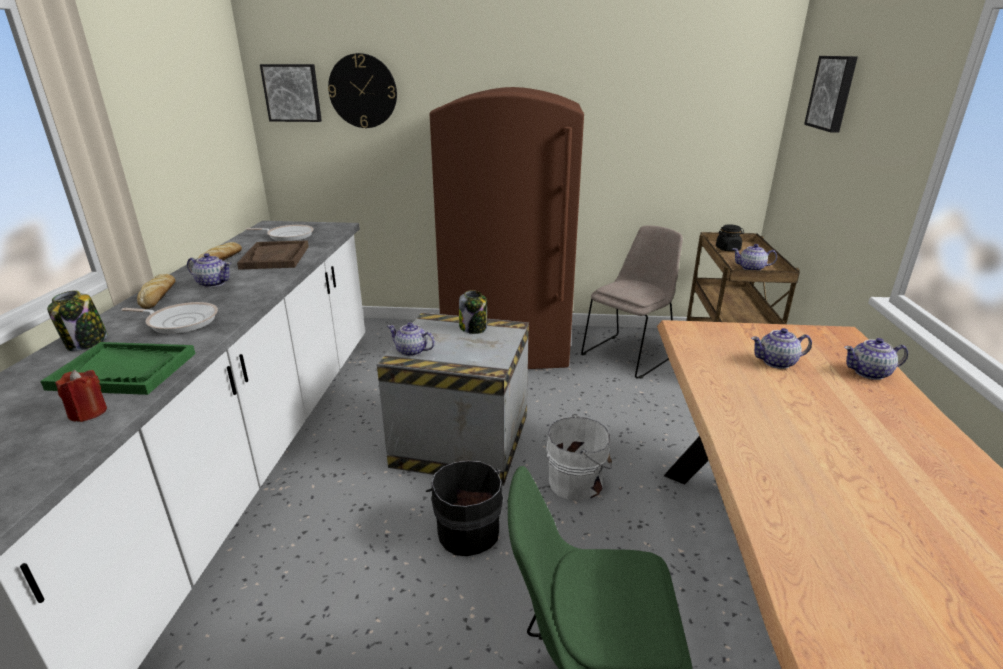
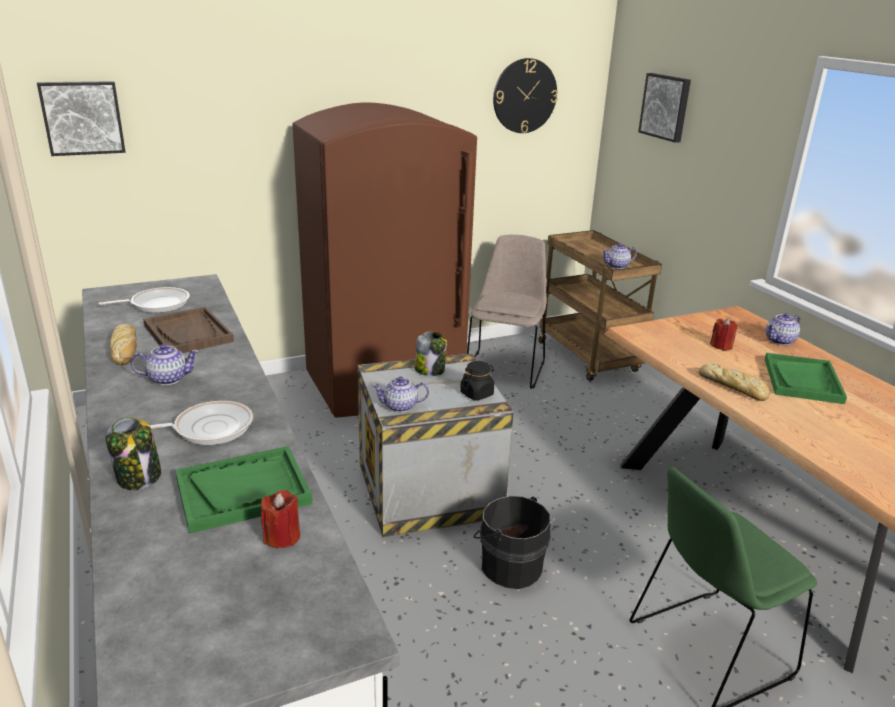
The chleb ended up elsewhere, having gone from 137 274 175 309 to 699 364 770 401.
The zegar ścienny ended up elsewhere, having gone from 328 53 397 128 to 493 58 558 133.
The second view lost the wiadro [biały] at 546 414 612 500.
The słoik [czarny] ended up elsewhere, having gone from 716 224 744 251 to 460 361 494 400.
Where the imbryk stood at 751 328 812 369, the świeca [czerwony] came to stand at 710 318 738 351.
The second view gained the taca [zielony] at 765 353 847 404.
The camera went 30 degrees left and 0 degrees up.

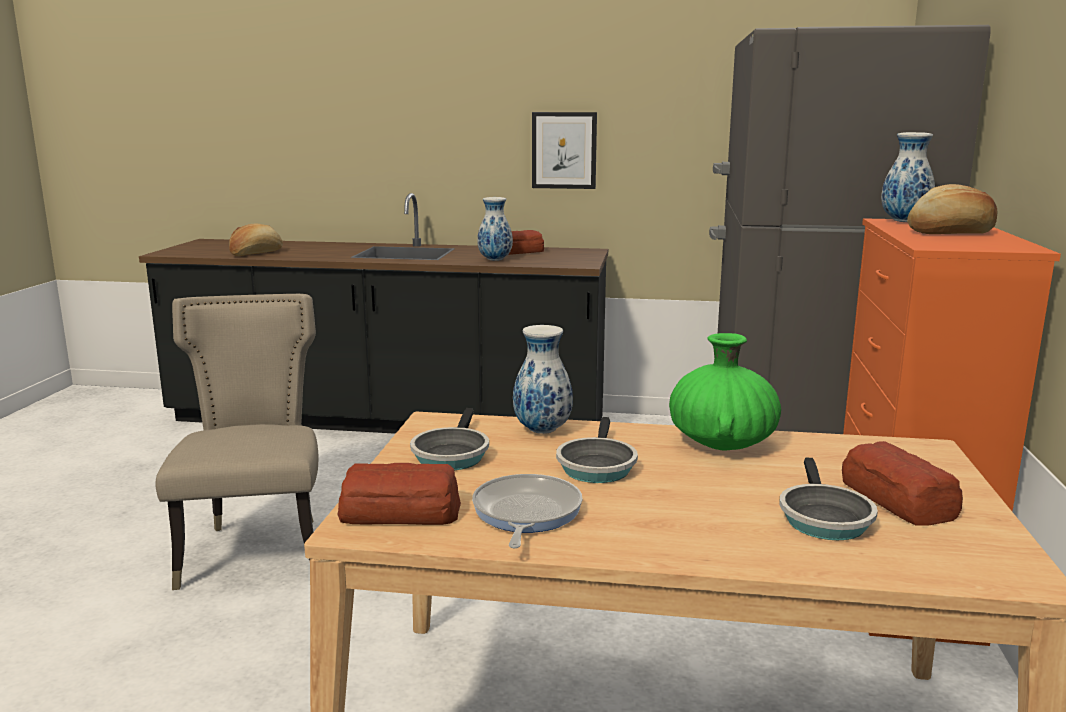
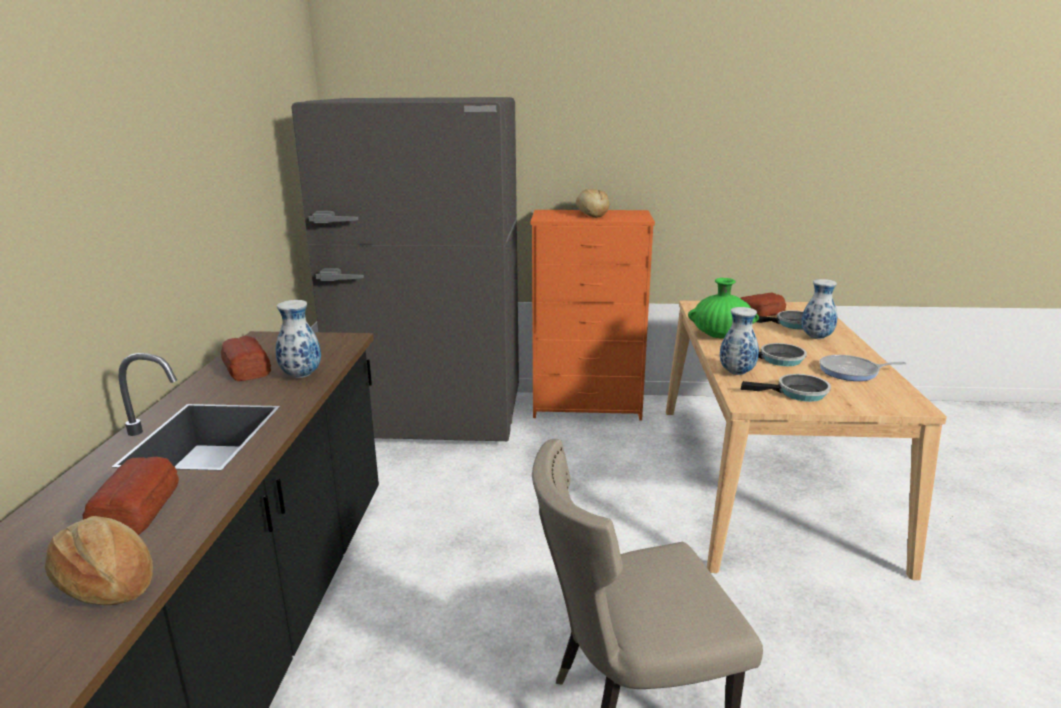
The chleb ended up elsewhere, having gone from 338 463 461 525 to 82 457 179 535.
The second view lost the obraz at 532 112 597 189.
The wazon ended up elsewhere, having gone from 881 132 935 222 to 801 279 837 339.
The camera went 95 degrees left and 5 degrees up.

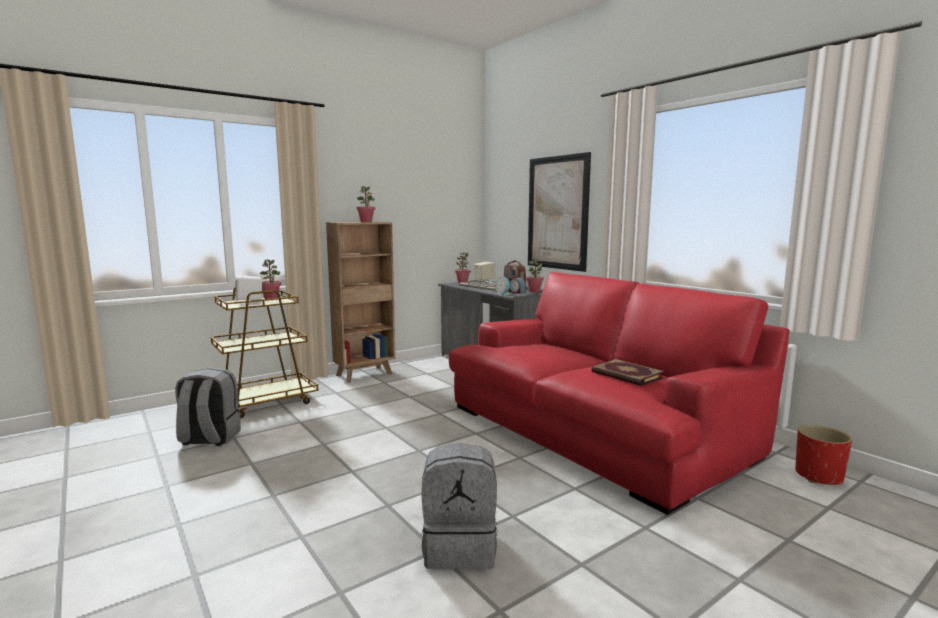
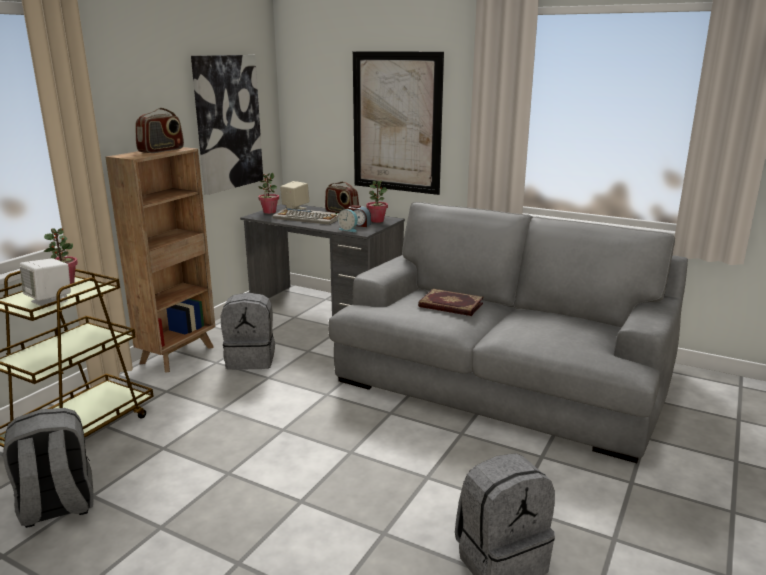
Where the roślina doniczkowa stood at 356 186 375 222, the radio came to stand at 135 108 184 153.
What was the kanapa [czerwony] at 449 272 790 515 turned into the kanapa [szary] at 328 202 688 463.
The książka ended up elsewhere, having gone from 592 359 664 386 to 418 289 484 316.
The second view lost the donica [czerwony] at 795 425 852 485.
The second view gained the obraz at 191 55 263 195.
The second view gained the plecak [szary] at 221 293 275 370.
The camera went 25 degrees left and 10 degrees up.

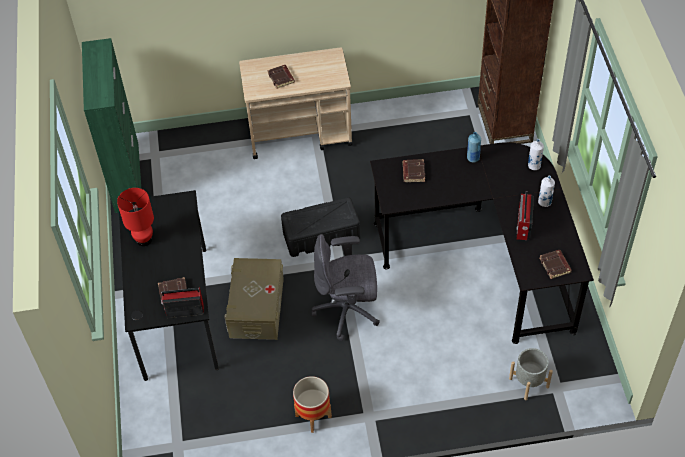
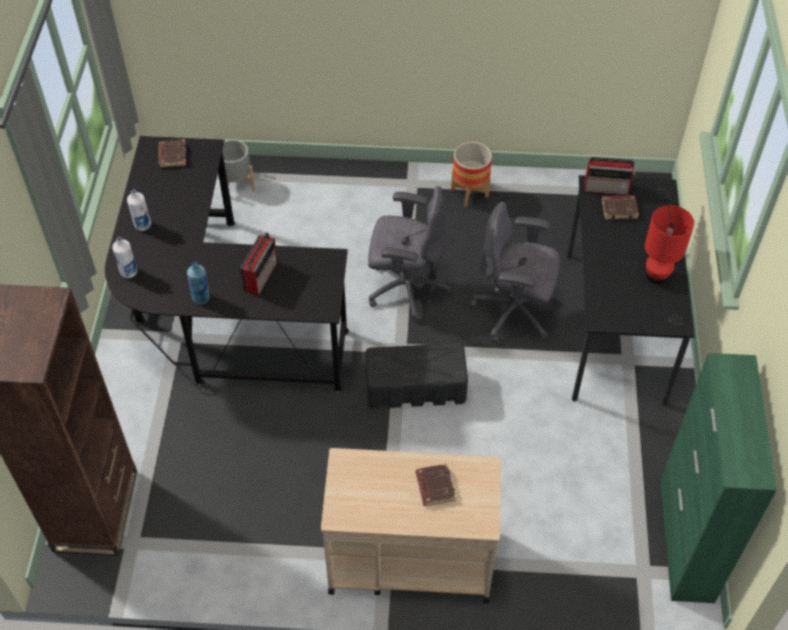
Where the pojemnik do przechowywania [beżowy] stood at 224 258 284 340, the krzesło biurowe [szary] came to stand at 470 202 560 343.
The second view lost the książka [brązowy] at 403 159 425 182.
The radio ended up elsewhere, having gone from 516 191 534 240 to 240 232 278 296.
The camera went 170 degrees left and 0 degrees up.

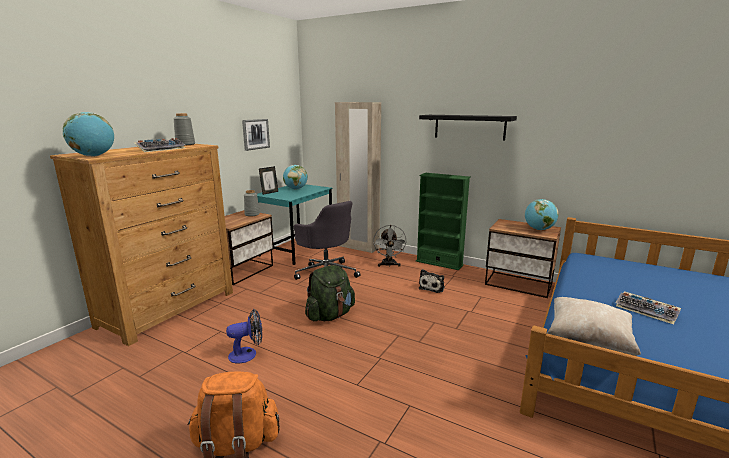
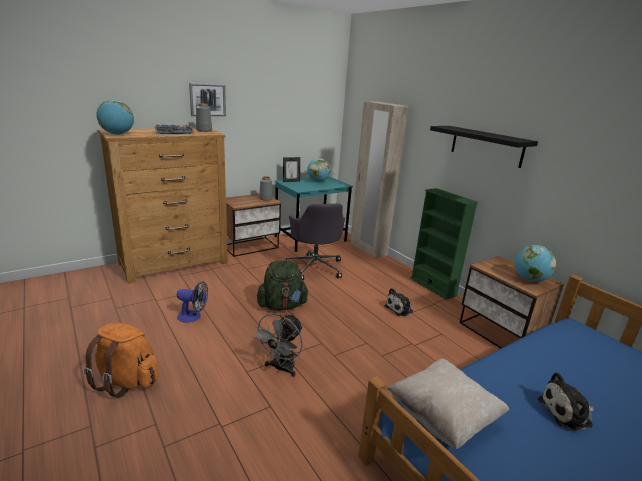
The obraz ended up elsewhere, having gone from 242 119 270 151 to 189 83 226 116.
The wentylator [szary] ended up elsewhere, having gone from 373 225 407 267 to 252 314 303 377.
Where the klawiatura stood at 615 291 681 324, the pluszak came to stand at 538 372 594 431.
The camera went 25 degrees right and 5 degrees up.

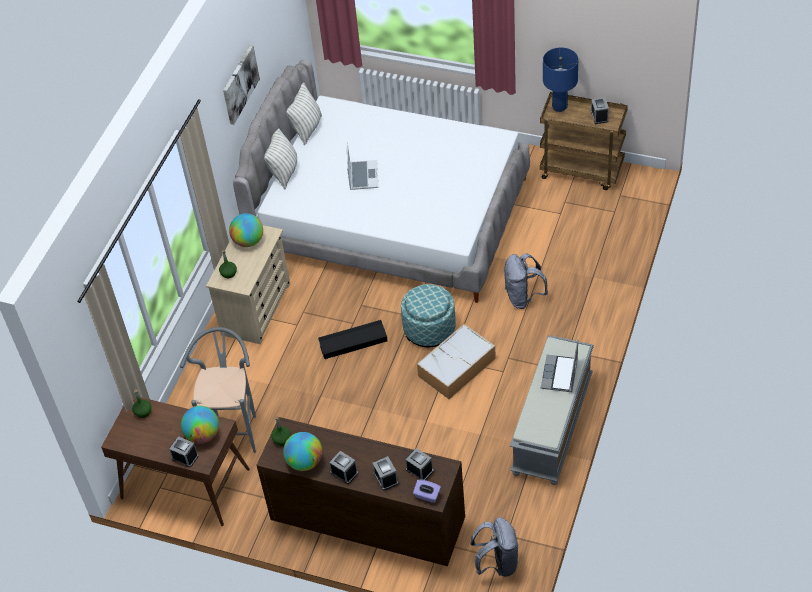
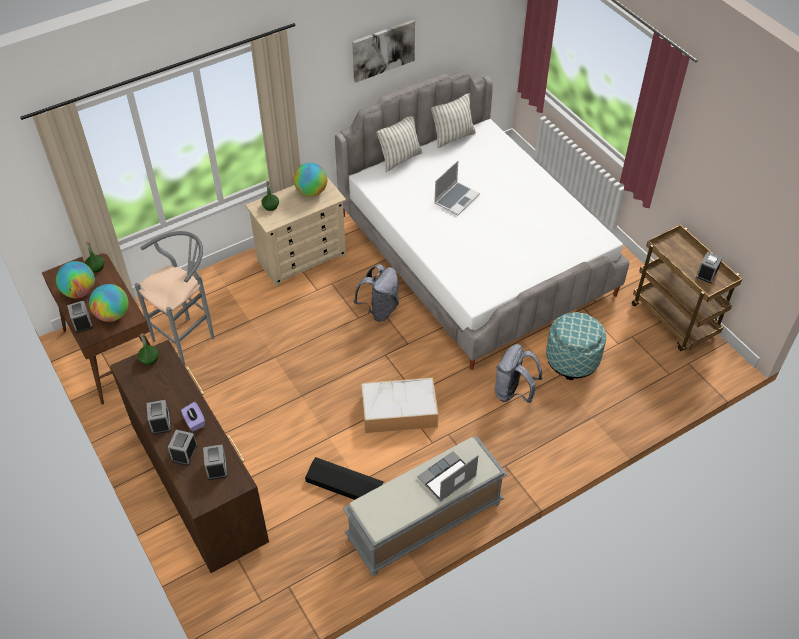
The globus ended up elsewhere, having gone from 283 432 322 471 to 56 261 95 298.
The pojemnik do przechowywania [czarny] ended up elsewhere, having gone from 318 320 388 359 to 305 457 384 500.
The pufa ended up elsewhere, having gone from 401 284 456 347 to 546 312 606 380.
The pudełko chusteczek [fioletowy] ended up elsewhere, having gone from 413 479 441 503 to 181 402 205 431.
The plecak [szary] ended up elsewhere, having gone from 471 517 519 577 to 354 264 399 322.
The second view lost the lampa stołowa [niebieski] at 543 48 578 112.
The camera went 35 degrees right and 0 degrees up.

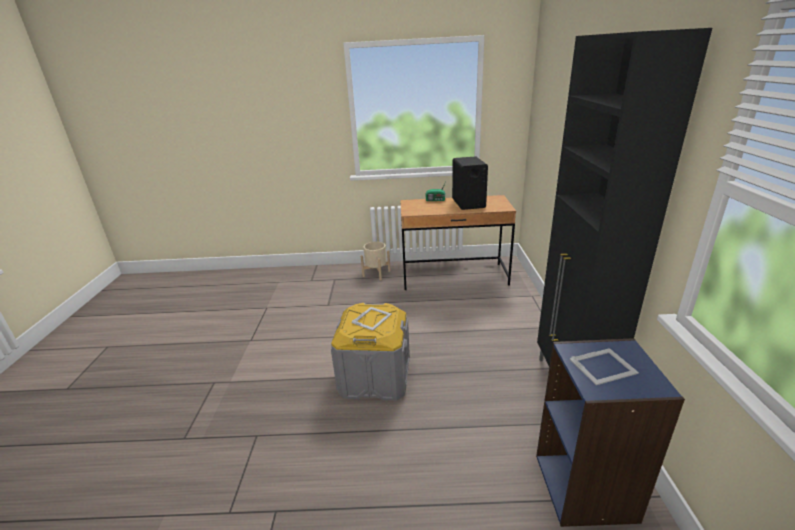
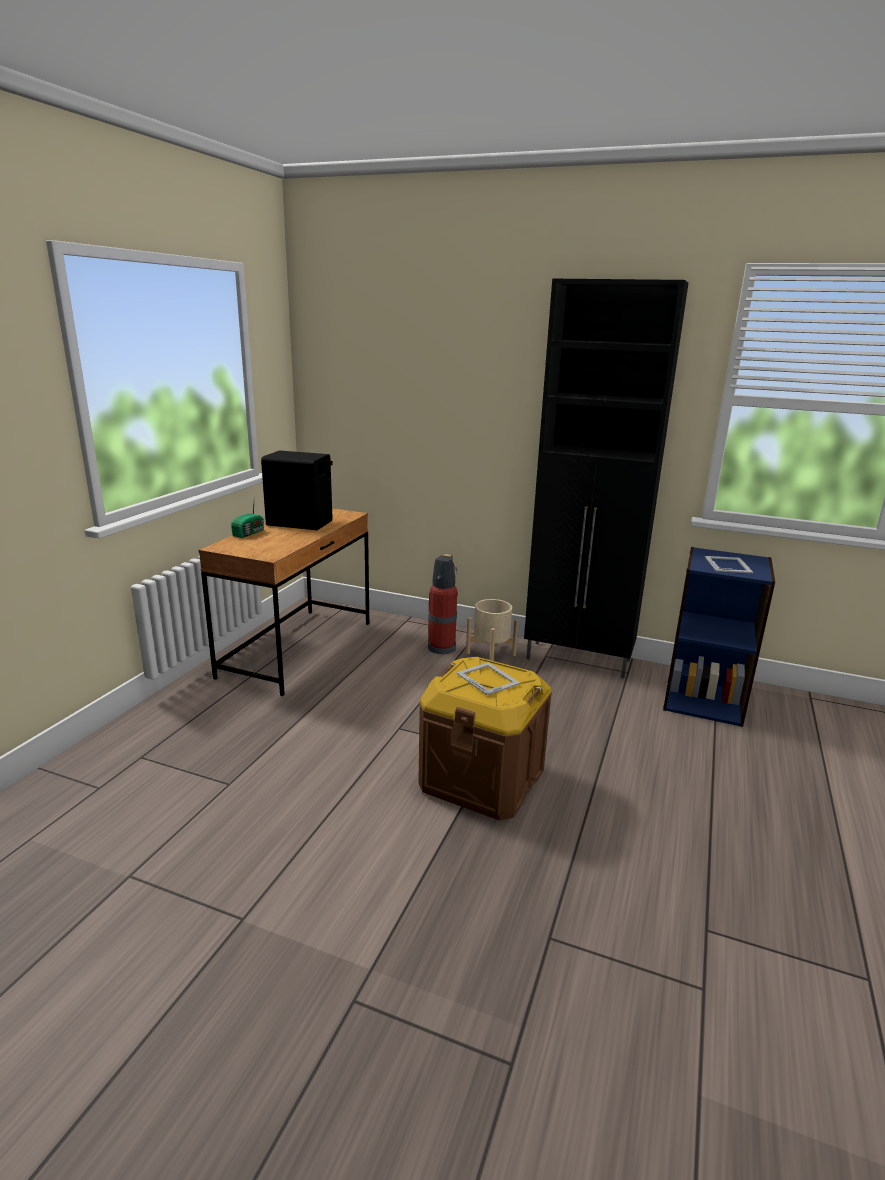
What was the pojemnik do przechowywania [szary] at 331 303 410 401 turned into the pojemnik do przechowywania [brązowy] at 418 657 552 820.
The donica [beżowy] ended up elsewhere, having gone from 361 242 391 280 to 466 599 518 661.
The second view gained the gaśnica at 428 554 458 654.
The camera went 70 degrees left and 5 degrees down.

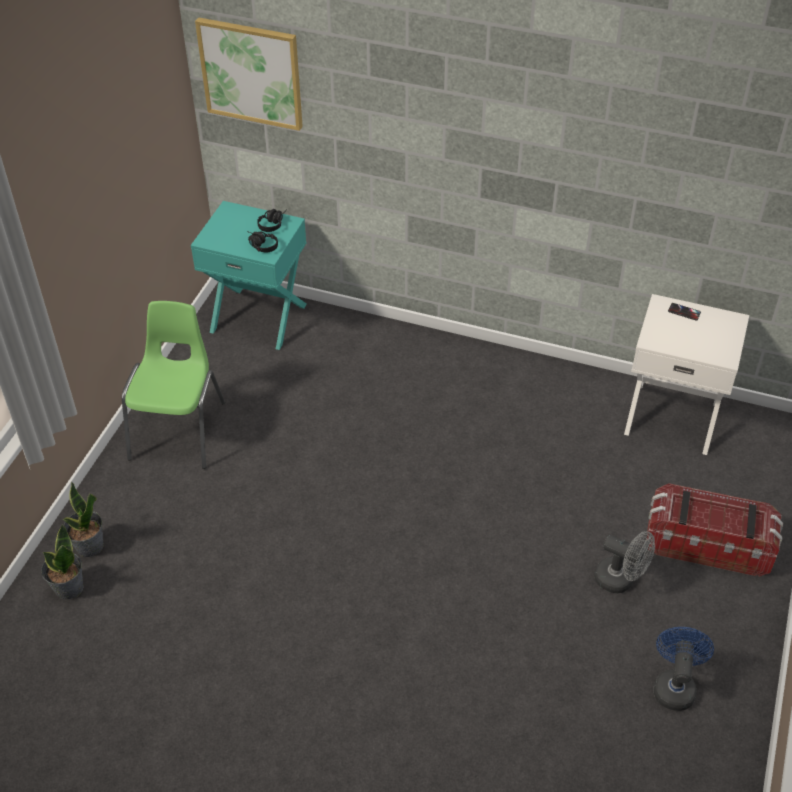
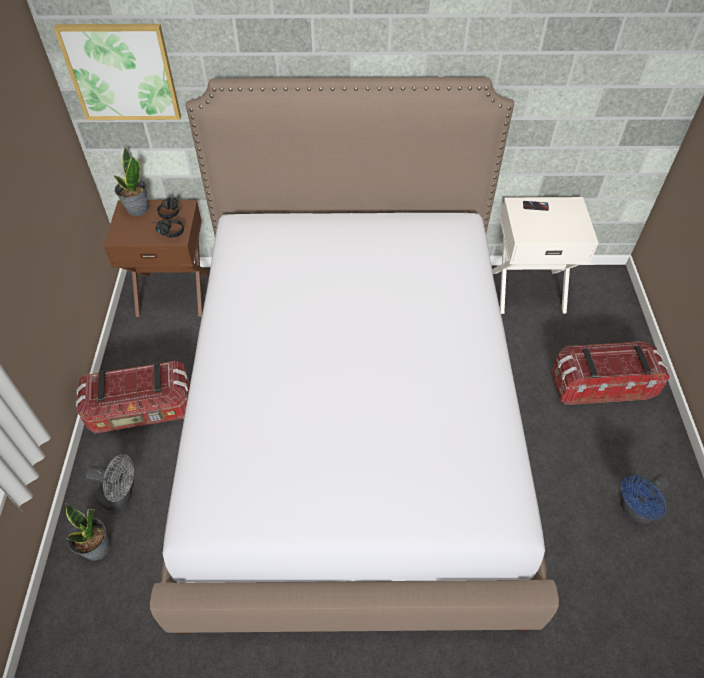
The roślina doniczkowa ended up elsewhere, having gone from 41 524 84 600 to 114 147 149 216.
Where the krzesło [zielony] stood at 122 301 225 469, the pojemnik do przechowywania came to stand at 76 361 190 433.
What was the szafka nocna [turkusowy] at 191 201 307 350 turned into the szafka nocna [brązowy] at 103 200 210 317.
The wentylator [szary] ended up elsewhere, having gone from 595 531 655 593 to 86 454 134 511.
The wentylator [niebieski] at 654 627 714 711 ended up facing another way, 120 degrees counterclockwise from before.
The second view gained the łóżko at 150 77 559 634.
The camera went 20 degrees left and 5 degrees up.

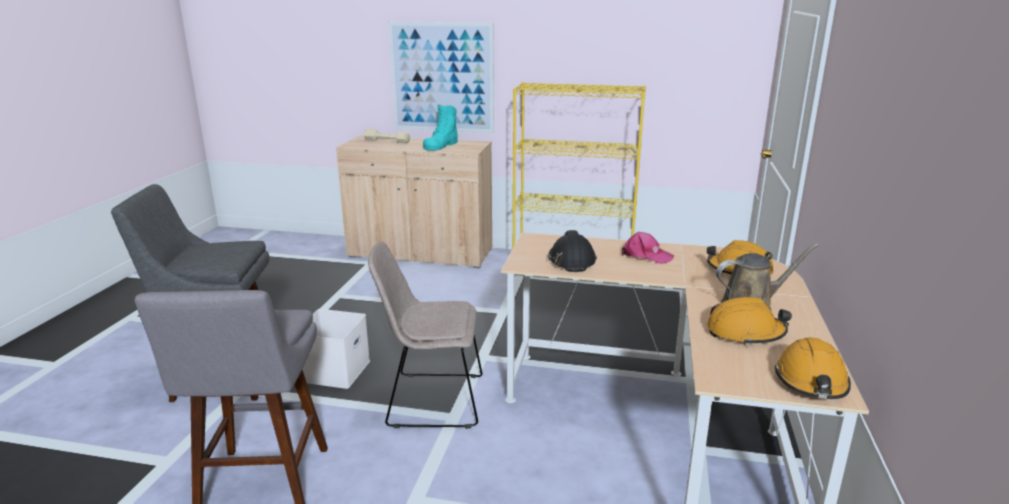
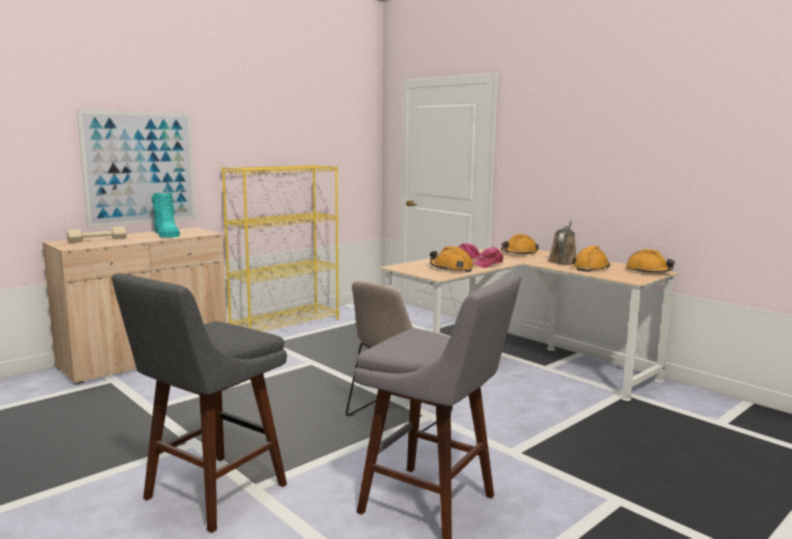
The second view lost the pojemnik do przechowywania [biały] at 302 309 370 389.
What was the kask [czarny] at 548 230 597 272 turned into the kask [pomarańczowy] at 430 246 474 272.
The second view gained the czapka z daszkiem [różowy] at 473 247 503 268.
The camera went 55 degrees left and 10 degrees down.

